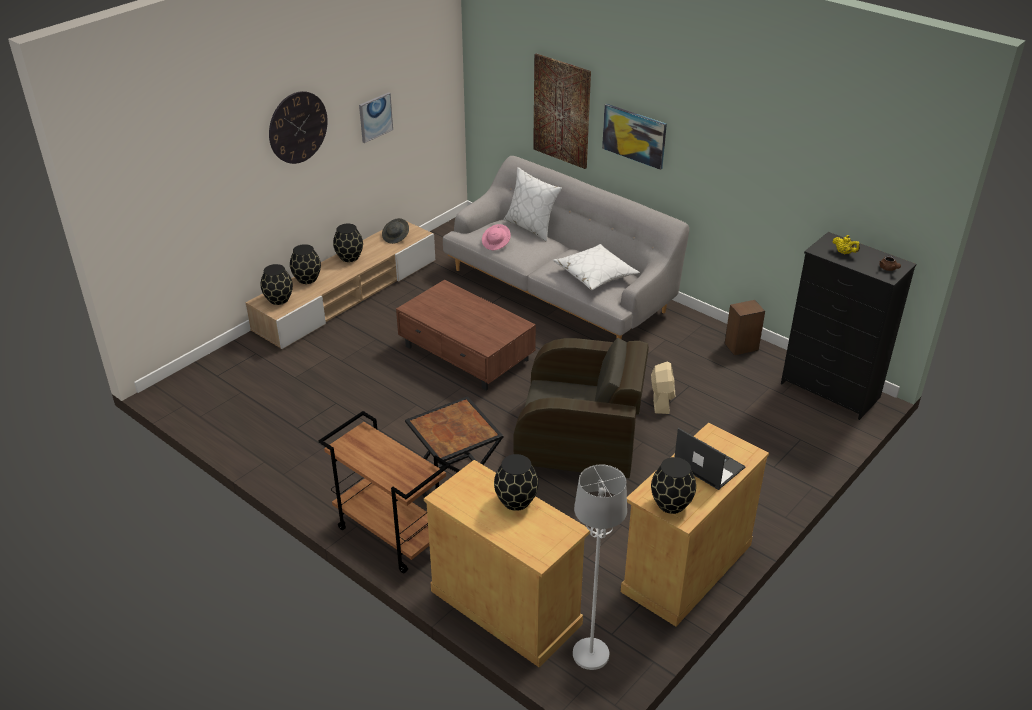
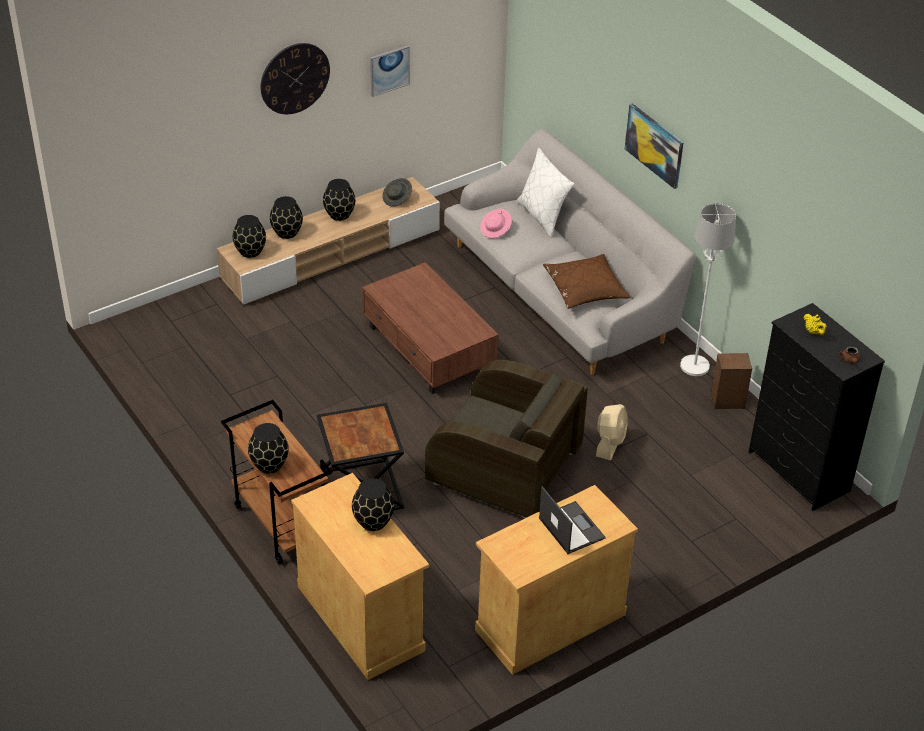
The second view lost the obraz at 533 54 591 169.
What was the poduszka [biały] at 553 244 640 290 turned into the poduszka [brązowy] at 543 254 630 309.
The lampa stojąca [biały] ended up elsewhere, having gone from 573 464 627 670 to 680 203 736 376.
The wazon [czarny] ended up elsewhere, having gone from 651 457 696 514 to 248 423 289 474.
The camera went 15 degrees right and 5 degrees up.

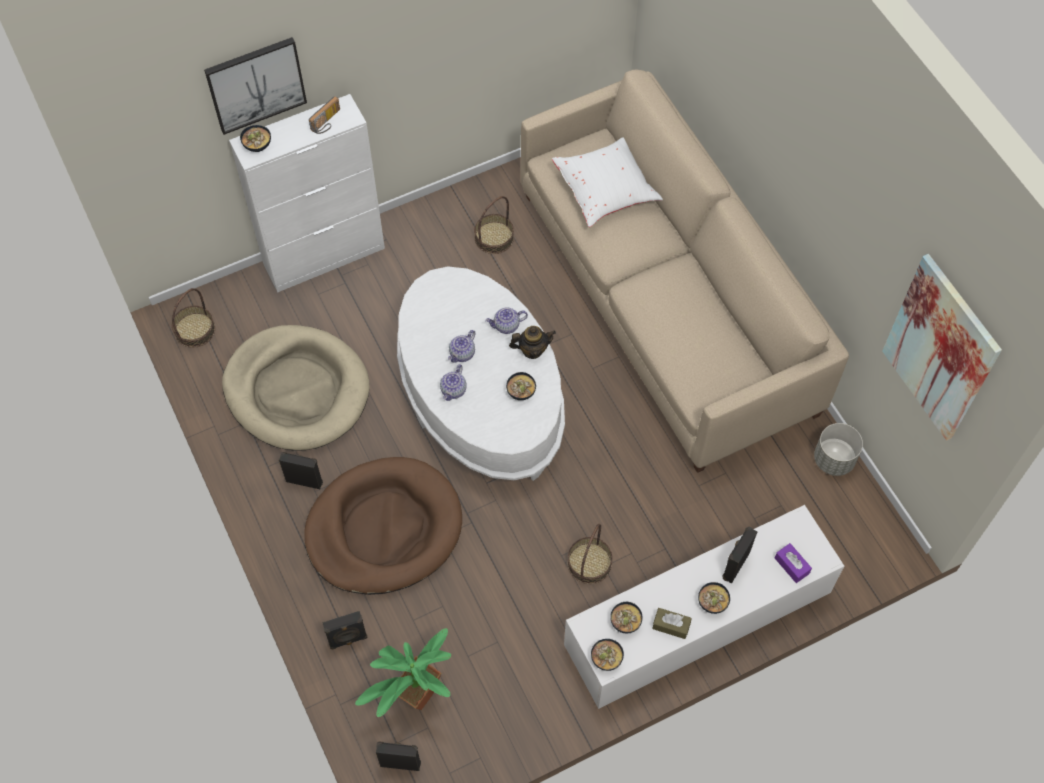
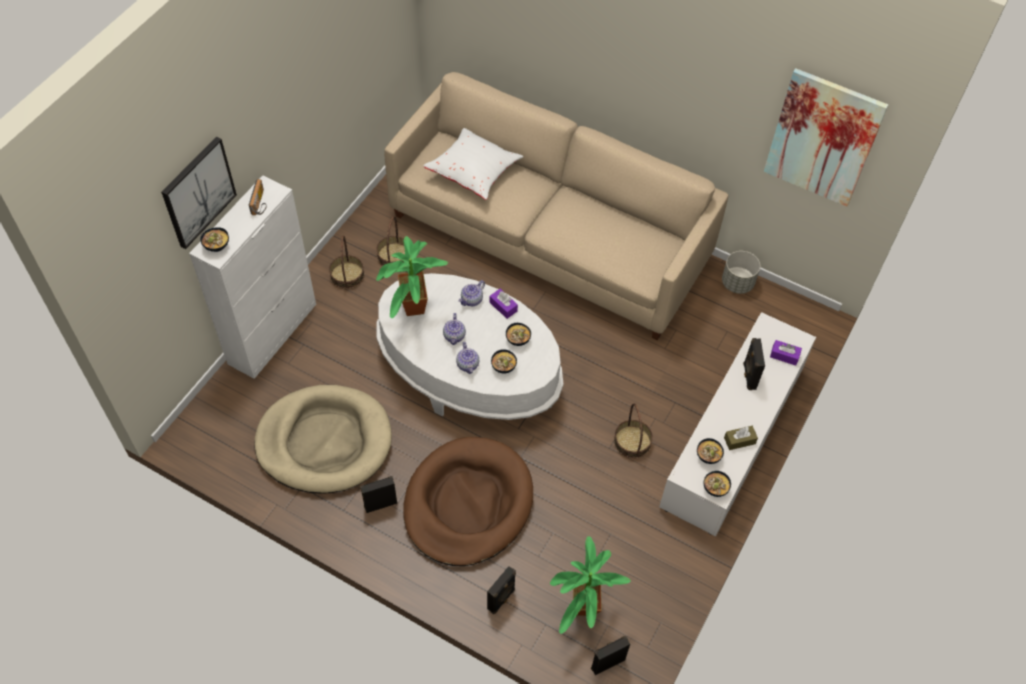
The koszyk ended up elsewhere, having gone from 172 288 215 348 to 329 235 365 289.
Where the imbryk stood at 509 326 556 359, the pudełko chusteczek [fioletowy] came to stand at 490 289 518 319.
The miska ended up elsewhere, having gone from 698 582 730 614 to 491 349 517 374.
The second view gained the roślina doniczkowa at 376 236 448 318.
The camera went 35 degrees left and 5 degrees down.

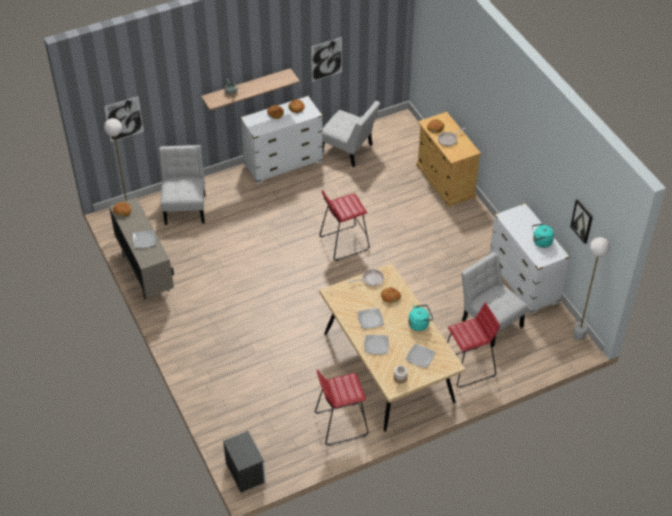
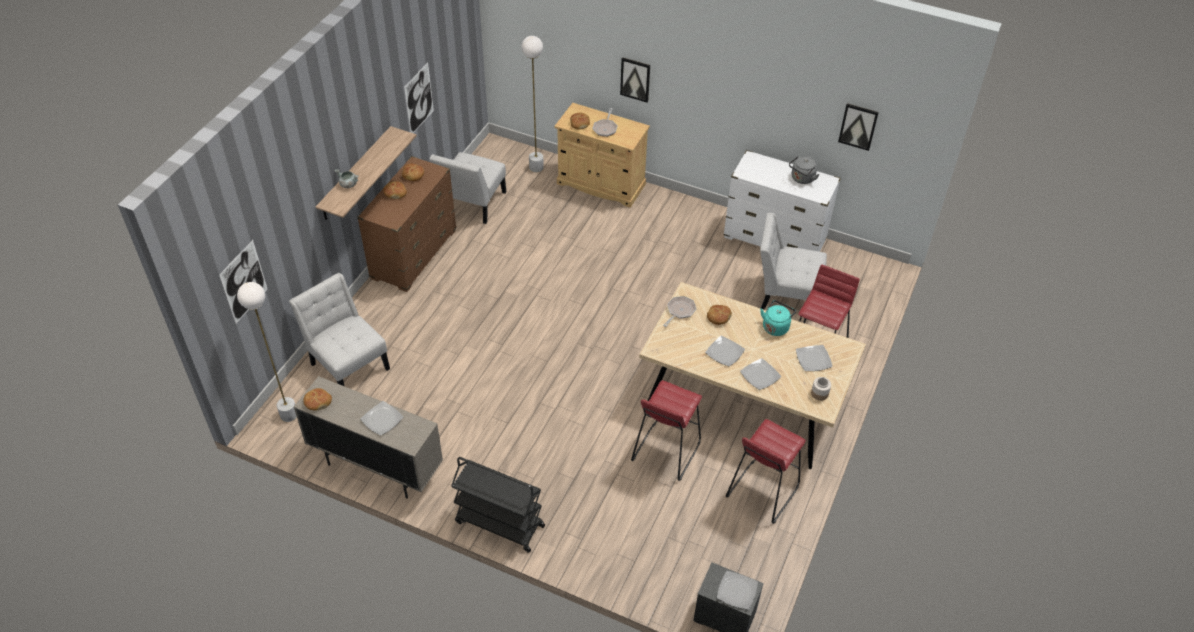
What was the komoda [biały] at 240 96 323 184 turned into the komoda [brązowy] at 357 156 457 292.
The stołek [czerwony] ended up elsewhere, having gone from 320 190 369 261 to 631 380 702 481.
The krzesło [biały] at 322 101 380 167 ended up facing another way, 120 degrees clockwise from before.
What was the czajnik [turkusowy] at 532 223 554 248 turned into the czajnik [szary] at 789 156 819 184.
The lampa stojąca [biały] ended up elsewhere, having gone from 572 237 610 341 to 522 36 544 173.
The second view gained the wózek [czarny] at 451 457 545 553.
The second view gained the obraz at 620 57 650 102.
The second view gained the talerz at 717 571 758 610.
The camera went 40 degrees left and 0 degrees up.

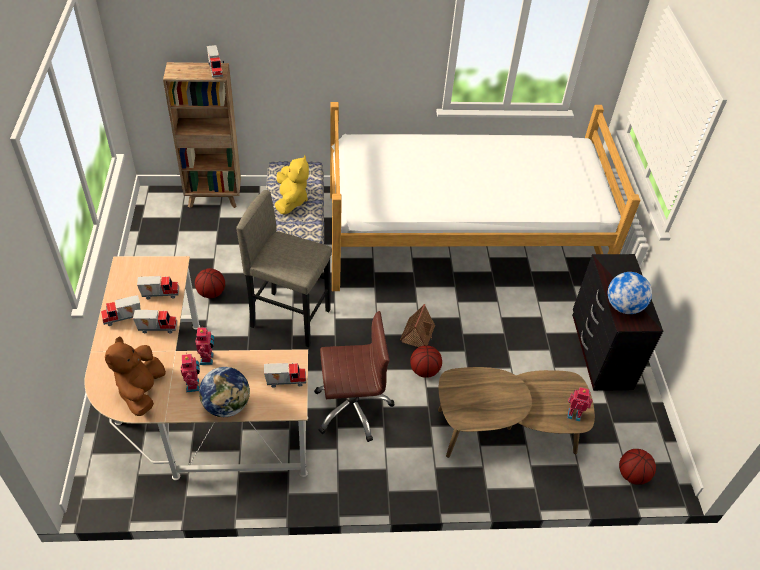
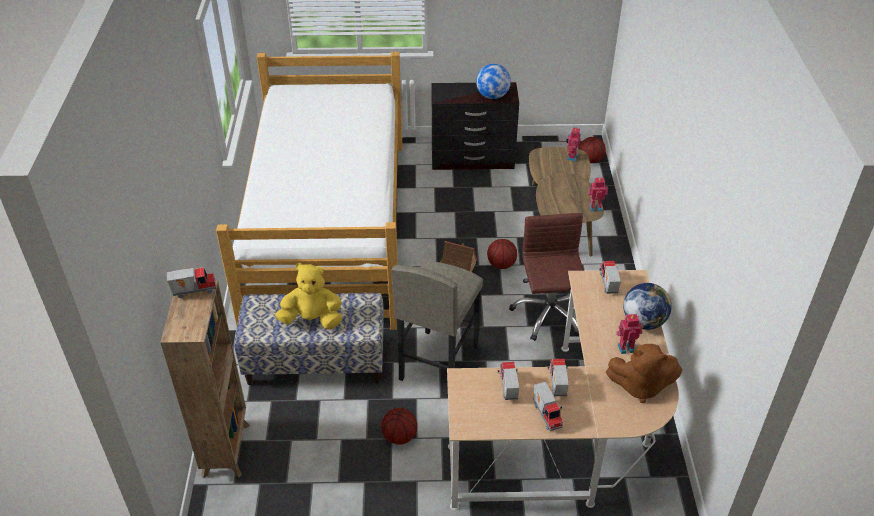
The robot zabawkowy ended up elsewhere, having gone from 195 327 214 365 to 588 178 608 211.
The camera went 85 degrees left and 5 degrees down.

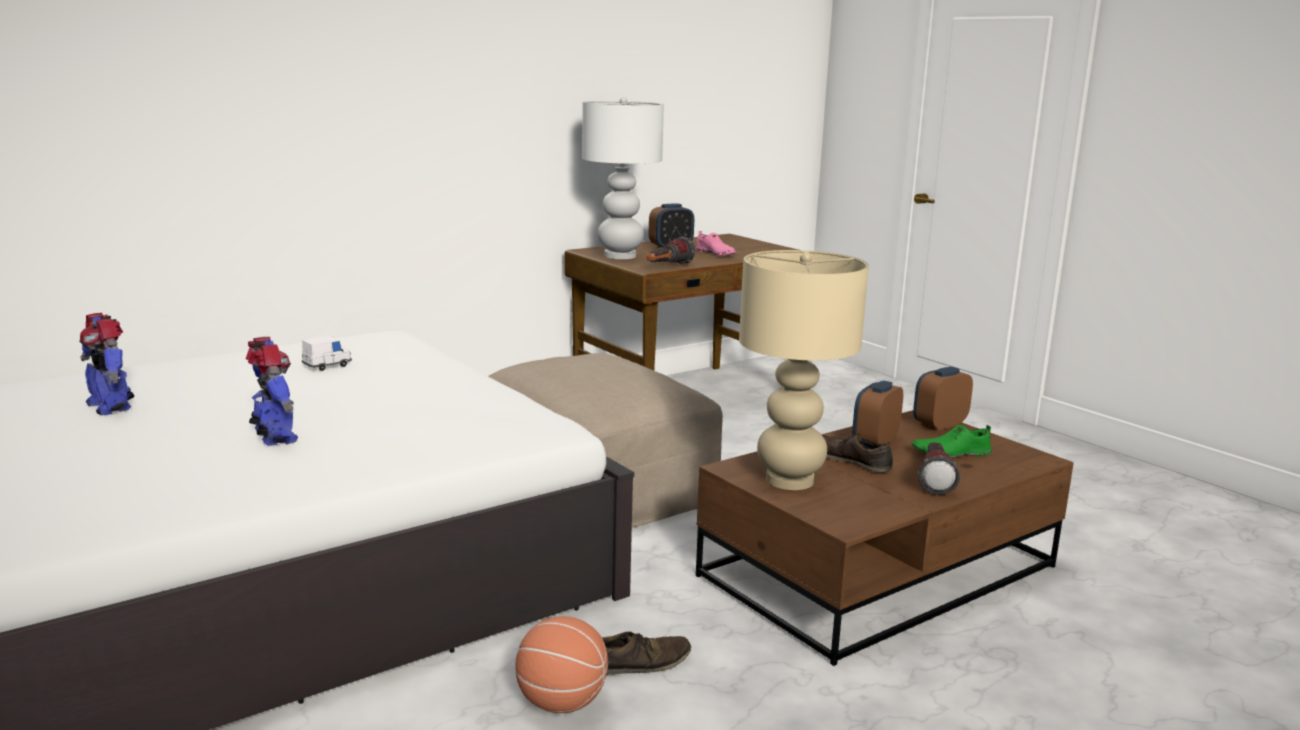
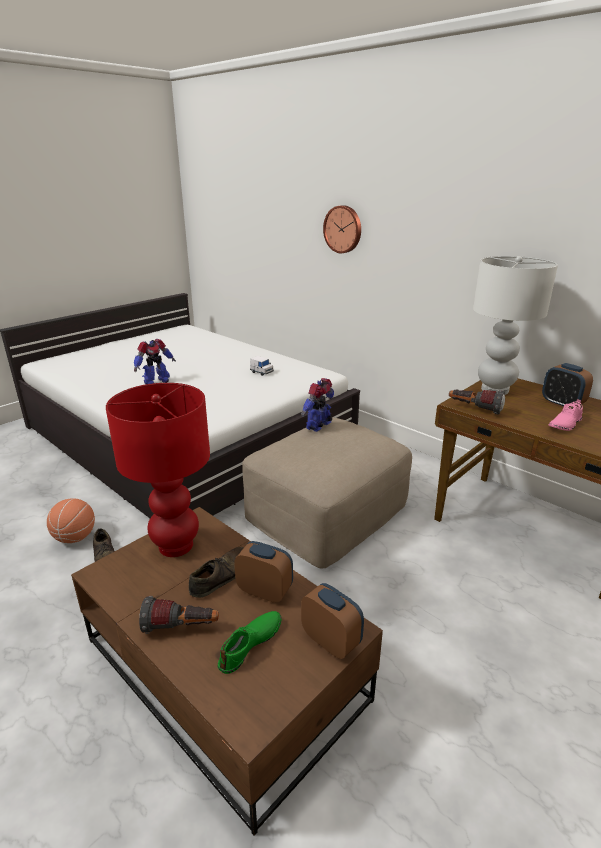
The robot zabawkowy ended up elsewhere, having gone from 80 313 134 415 to 301 378 334 432.
What was the lampa stołowa [beżowy] at 739 250 869 490 turned into the lampa stołowa [czerwony] at 106 383 210 557.
The but [zielony] at 912 424 992 458 ended up facing another way, 60 degrees clockwise from before.
The second view gained the zegar ścienny at 323 205 361 253.
The camera went 80 degrees right and 10 degrees up.

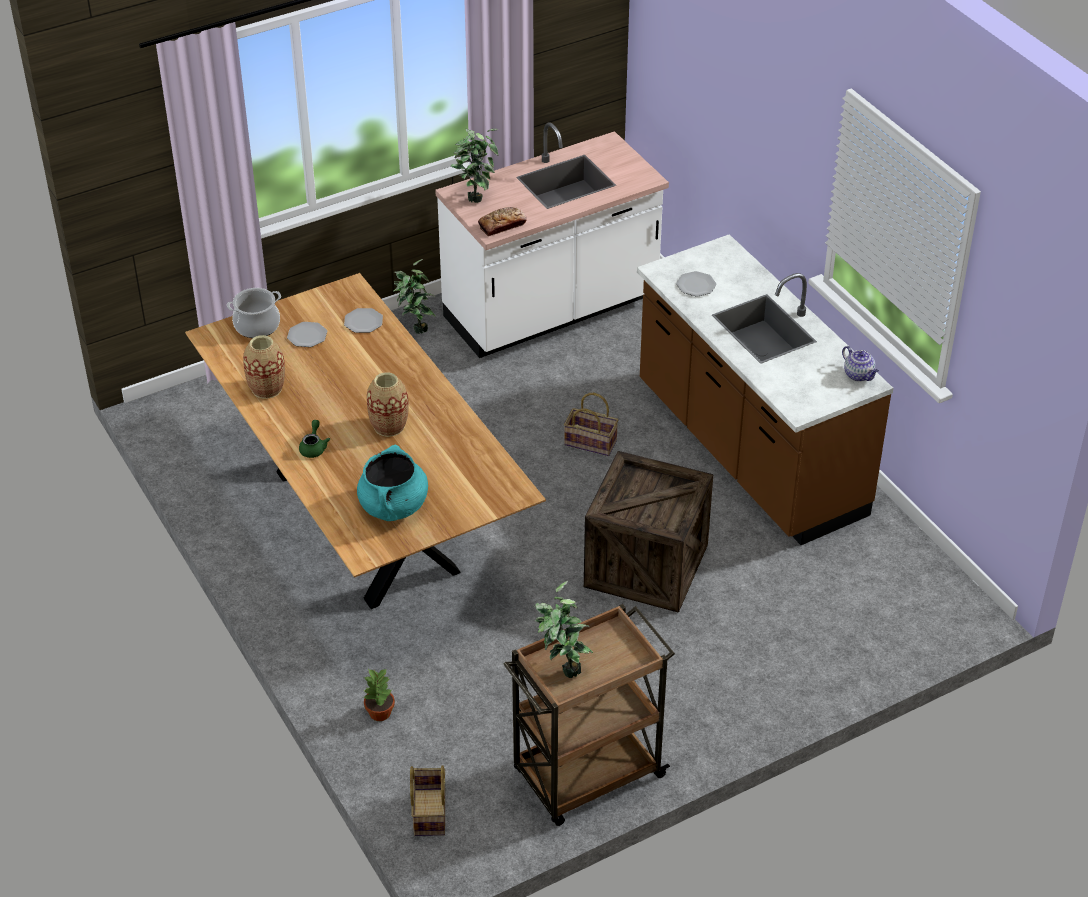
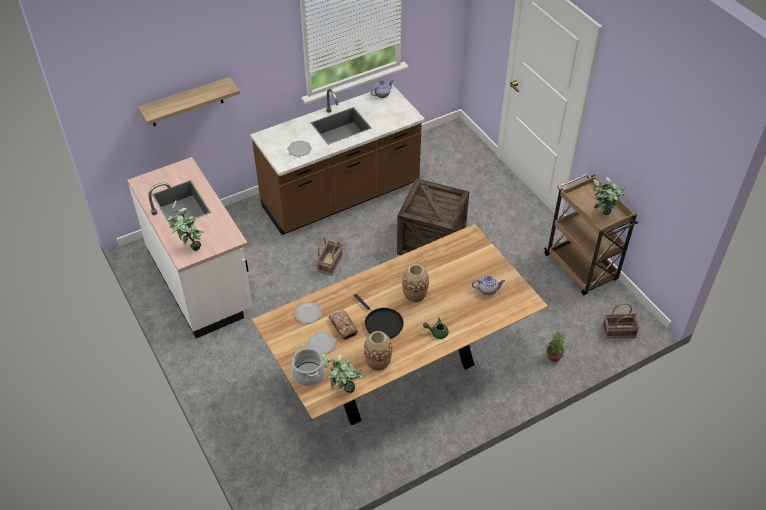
Where the garnek [turkusowy] stood at 357 445 428 521, the imbryk came to stand at 472 275 505 295.
The roślina doniczkowa ended up elsewhere, having gone from 393 259 436 334 to 322 354 363 393.
The chleb ended up elsewhere, having gone from 478 207 527 236 to 329 310 358 340.
The second view gained the półka at 138 77 240 126.
The second view gained the patelnia [czarny] at 354 294 404 339.
The camera went 90 degrees left and 5 degrees up.

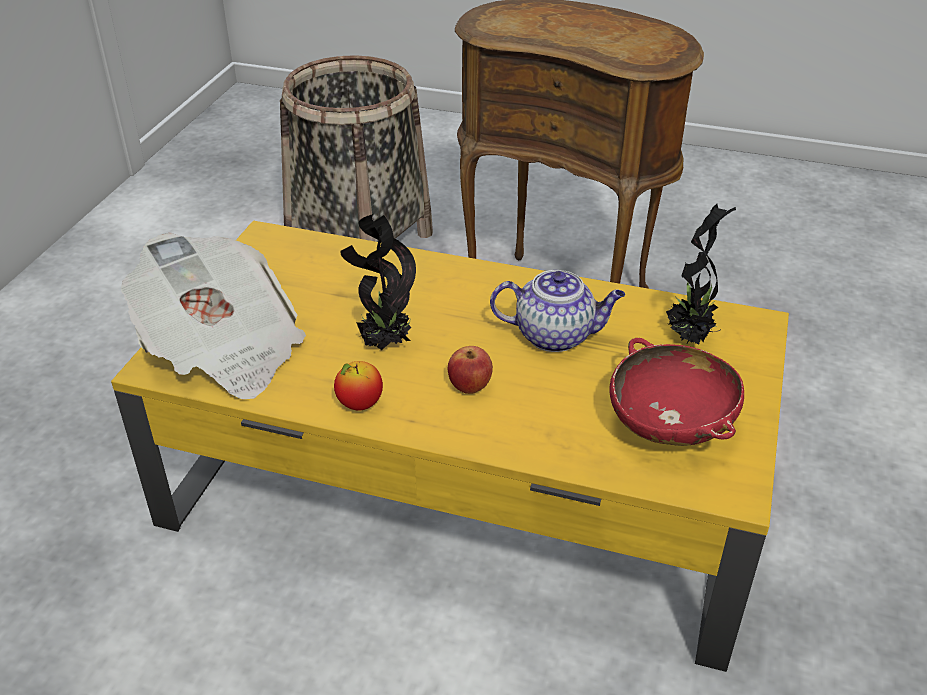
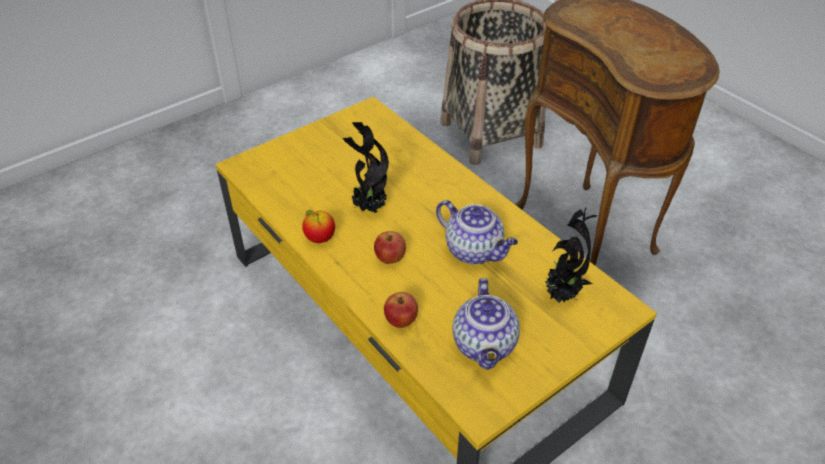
The second view lost the gazeta at 121 233 306 399.
Where the miska [czerwony] stood at 610 338 744 446, the imbryk came to stand at 452 278 520 370.
The second view gained the jabłko at 384 292 418 328.
The camera went 35 degrees right and 5 degrees up.

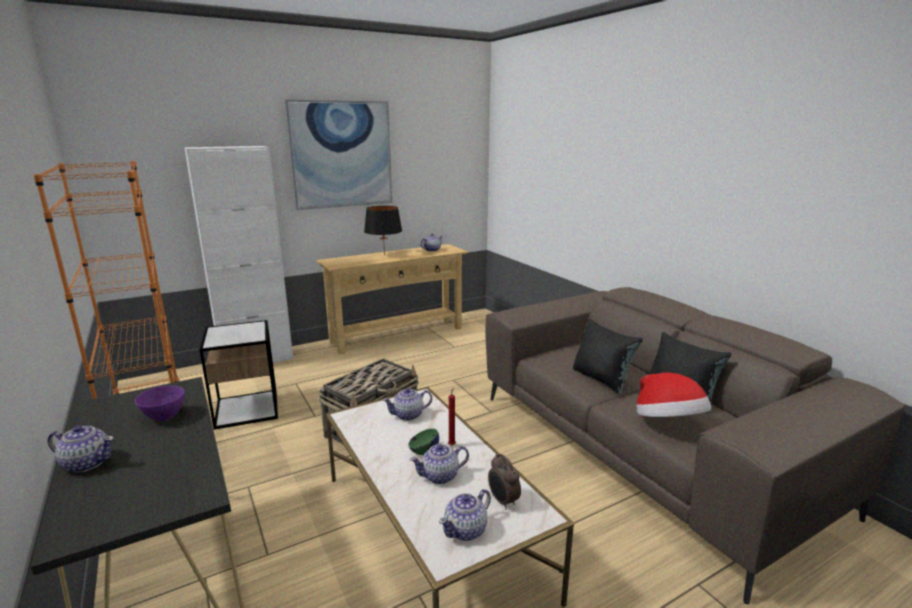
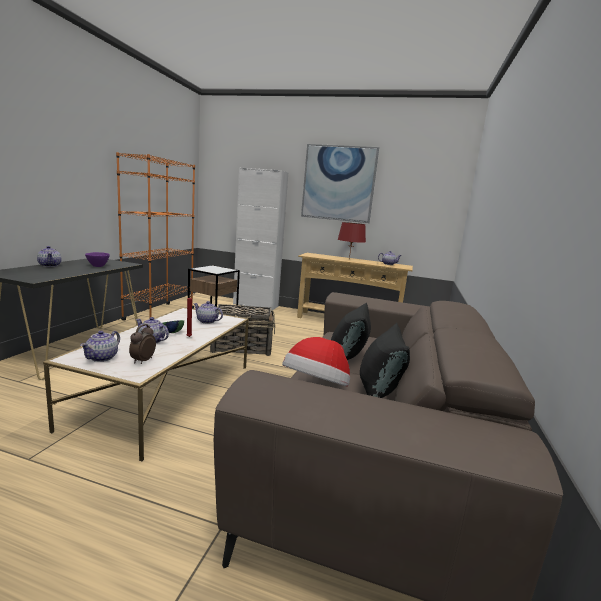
What was the lampa stołowa [czarny] at 364 206 402 256 turned into the lampa stołowa [czerwony] at 338 222 366 259.
The imbryk at 439 489 491 541 ended up facing another way, 75 degrees counterclockwise from before.
The camera went 45 degrees right and 5 degrees down.

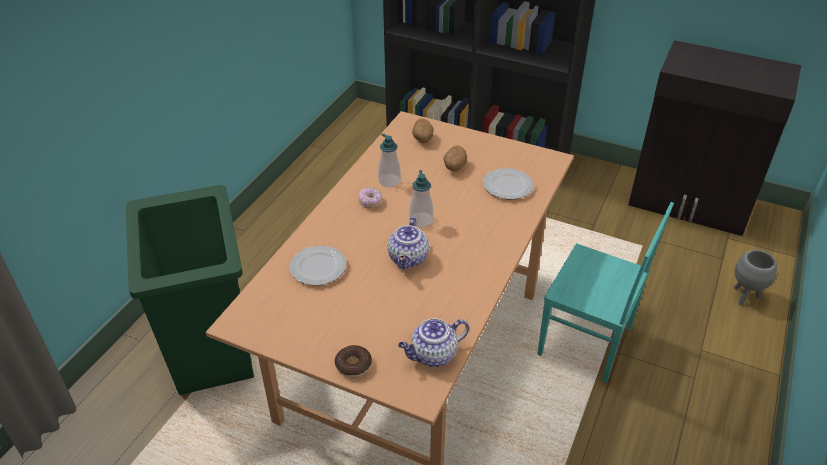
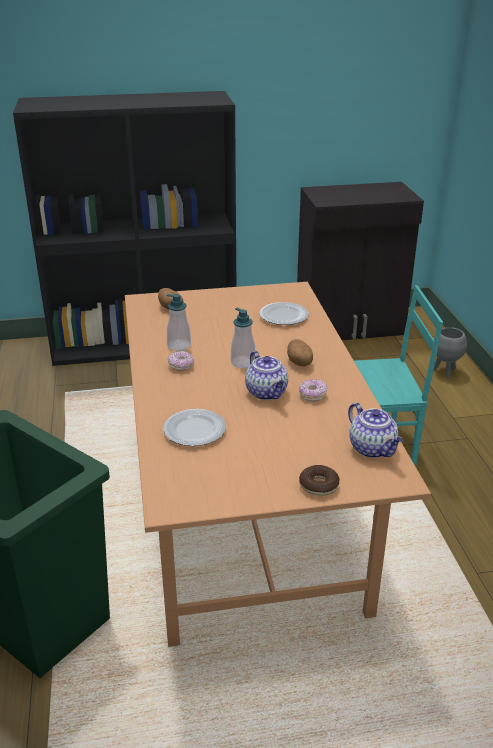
The imbryk at 398 318 469 367 ended up facing another way, 60 degrees counterclockwise from before.
The ziemniak ended up elsewhere, having gone from 443 146 467 171 to 287 339 313 366.
The second view gained the donut at 299 379 327 402.
The camera went 35 degrees left and 10 degrees down.

